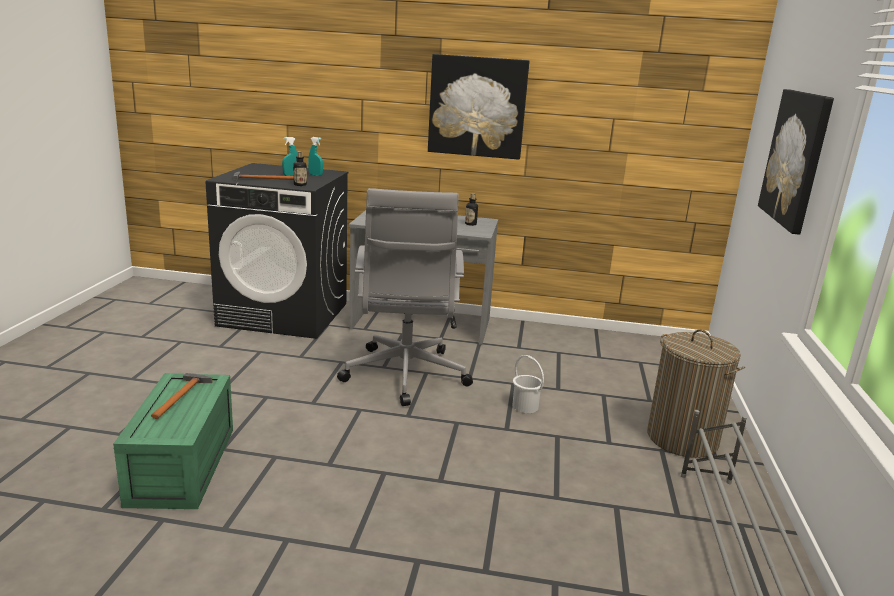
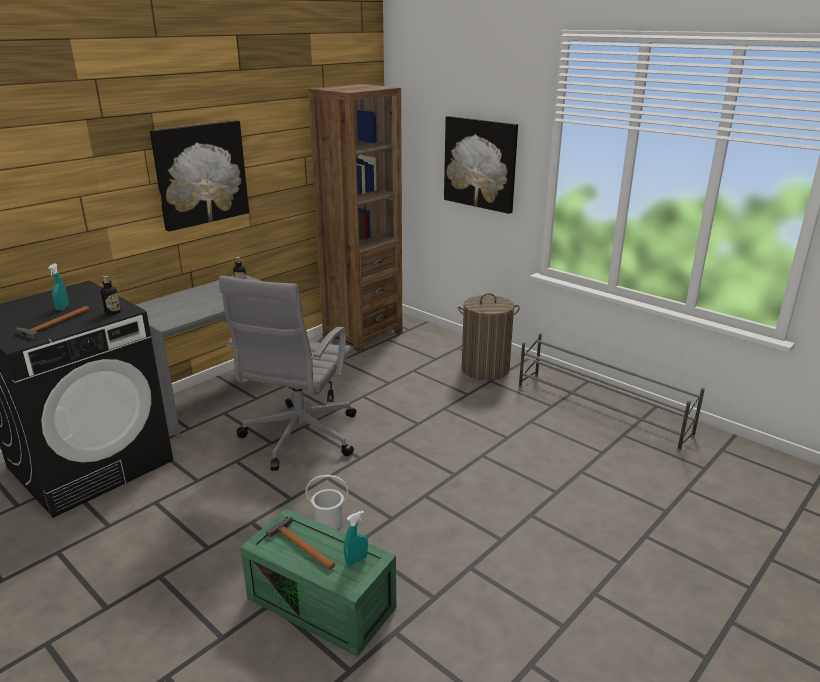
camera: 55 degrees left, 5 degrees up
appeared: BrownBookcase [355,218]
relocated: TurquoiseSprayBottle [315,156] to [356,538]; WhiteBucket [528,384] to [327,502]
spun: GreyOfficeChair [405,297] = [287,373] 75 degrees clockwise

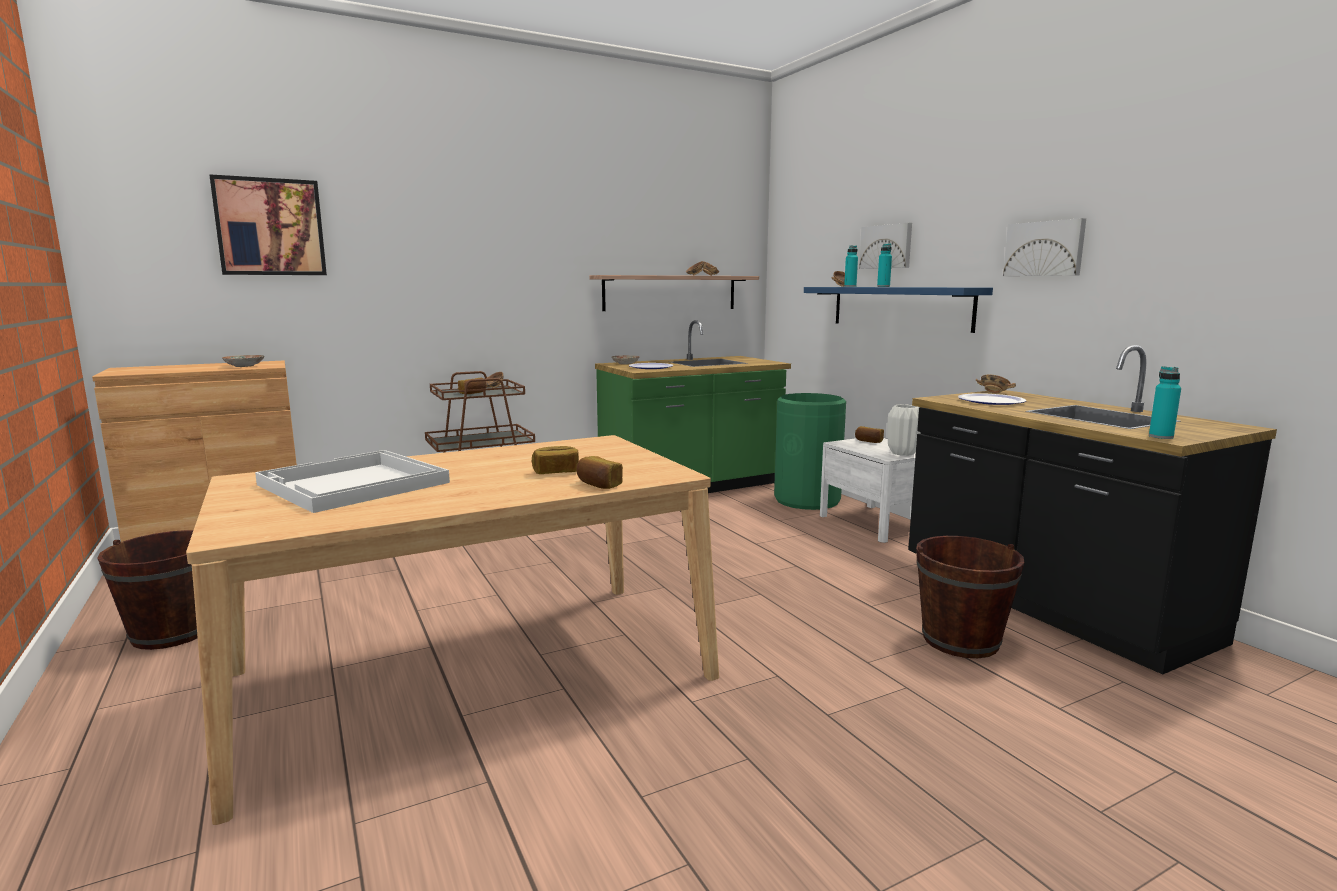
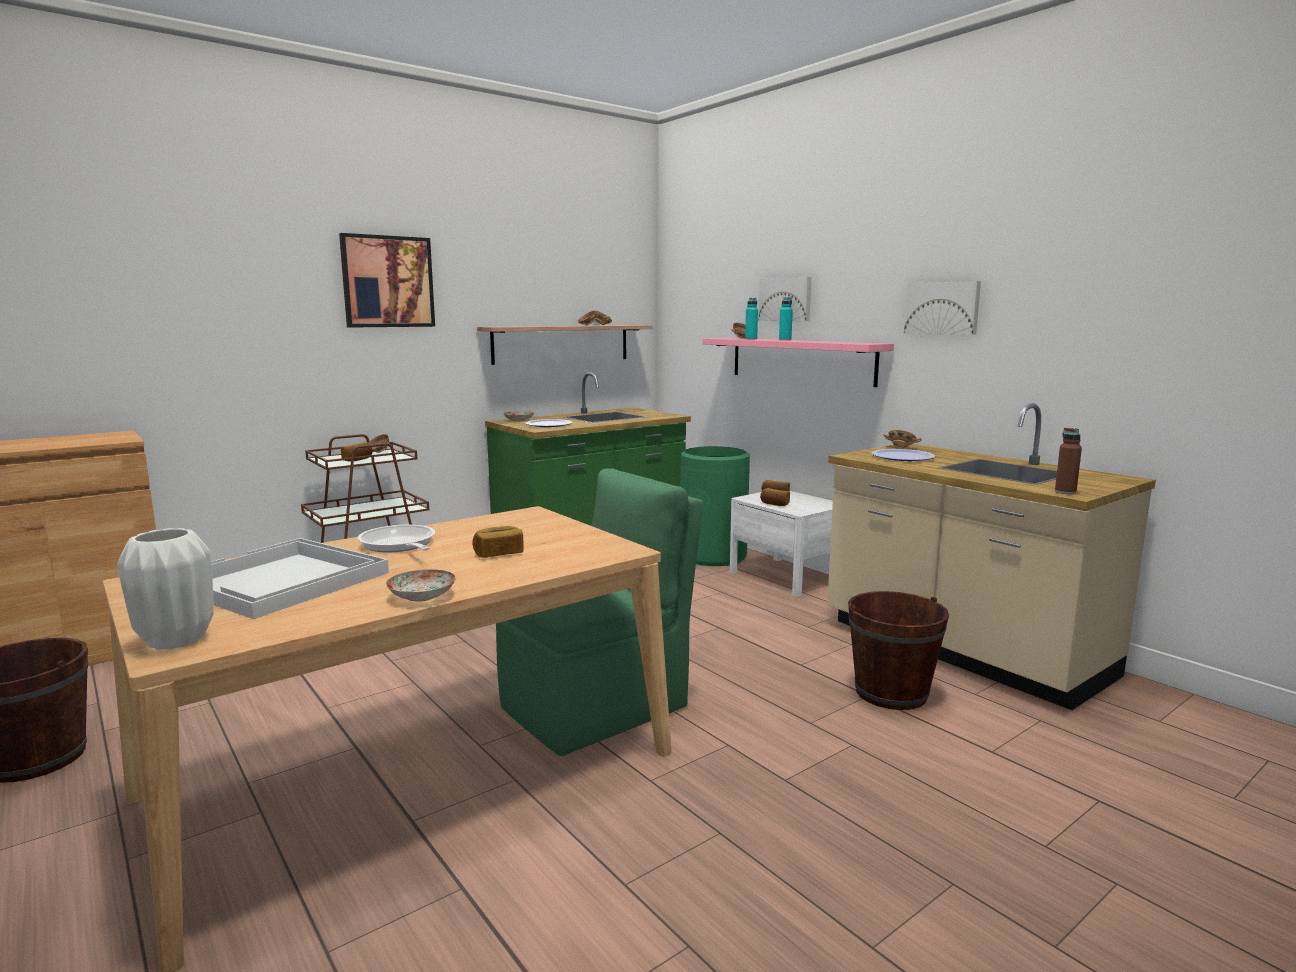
camera: 10 degrees left, 0 degrees up
appeared: GreenChair [599,612]; FryingPan [396,538]
relocated: Picture [268,224] to [387,280]; Plate [243,361] to [421,585]; WhiteVase [904,430] to [165,589]; Bread [599,472] to [775,497]
colour: BlueShelf [898,310] to PinkShelf [798,362]; BlackCounter [1092,509] to BeigeCounter [991,556]; TurquoiseBottle [1165,402] to BrownBottle [1068,461]

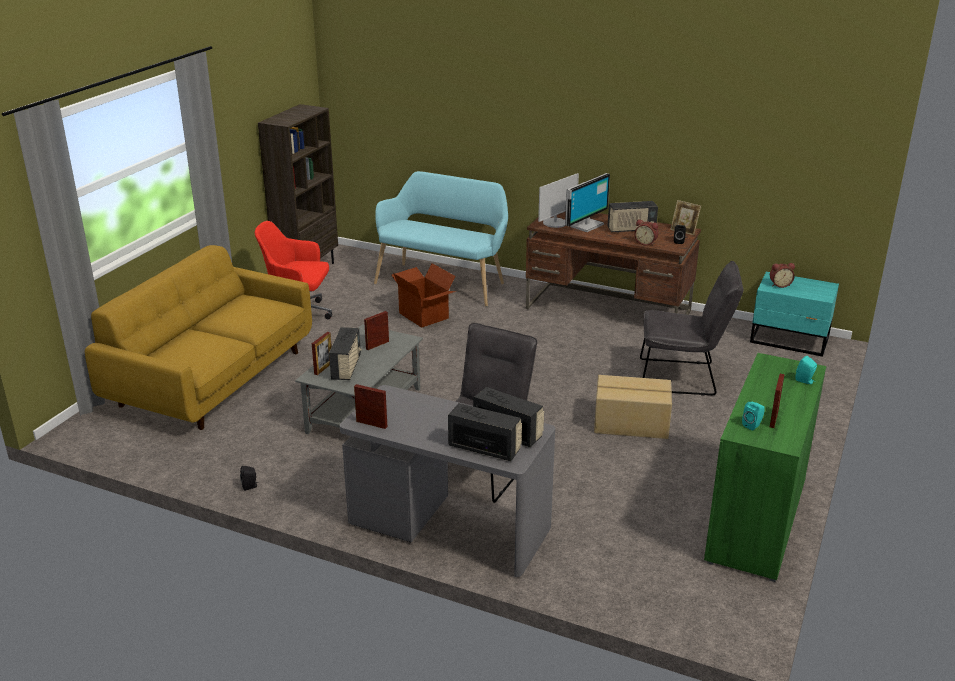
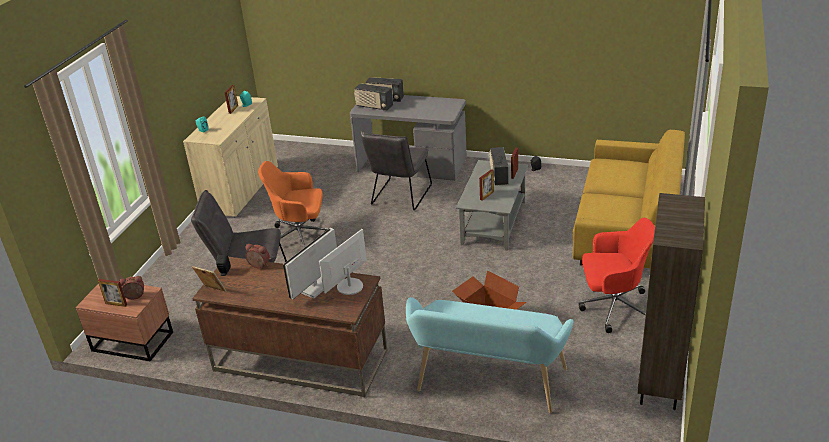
camera: 175 degrees right, 5 degrees up
missing: Radio [632,217]
relocated: PictureFrame [370,406] to [112,293]
exchanged: CardboardBox [633,407] to OrangeOfficeChair [293,204]
colour: TurquoiseNightstand [794,314] to BrownNightstand [124,322]; GreenCabinet [765,467] to BeigeCabinet [230,157]

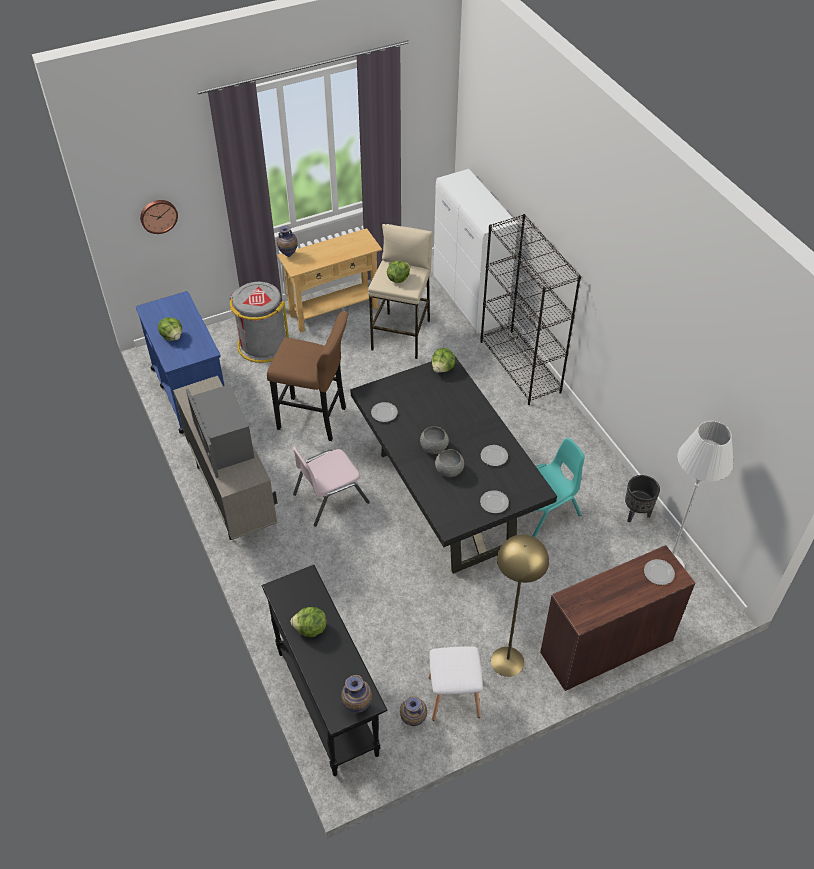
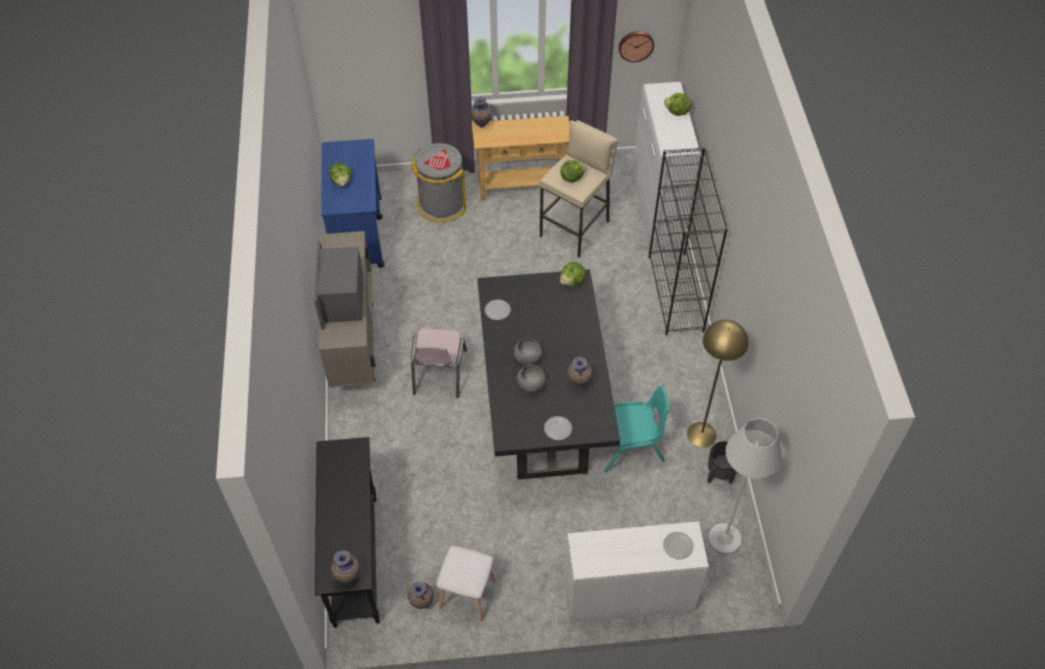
camera: 20 degrees right, 5 degrees up
missing: BrownStool [308,376]
relocated: WallClock [159,217] to [636,46]; YellowFloorLamp [520,605] to [717,384]; Lettuce [308,622] to [677,104]
exchanged: Plate [494,455] to Vase [580,371]
colour: BrownDesk [618,618] to WhiteDesk [636,572]
spun: PinkChair [331,487] = [439,363] 75 degrees counterclockwise

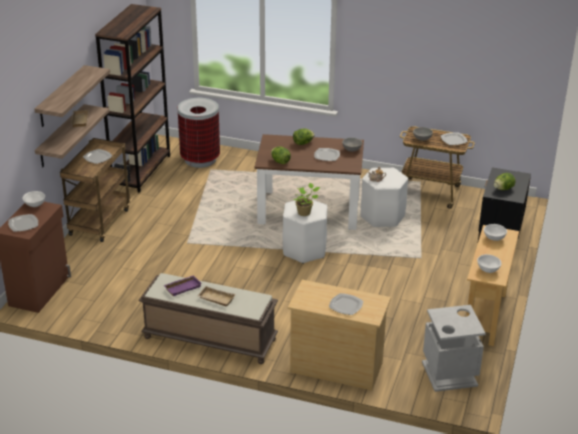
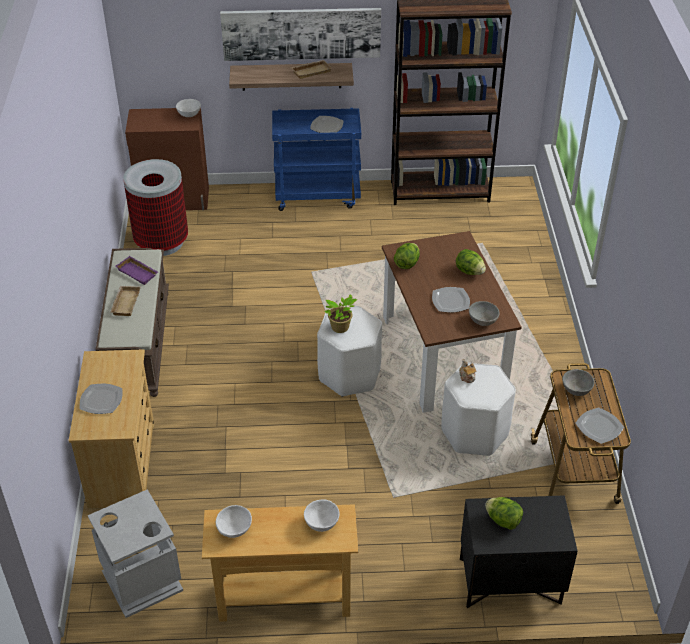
camera: 70 degrees right, 10 degrees up
missing: Plate [23,223]
relocated: TrashCan [199,133] to [155,207]
exchanged: Shelf [72,96] to Picture [300,34]
colour: BrownCart [95,190] to BlueCart [316,159]

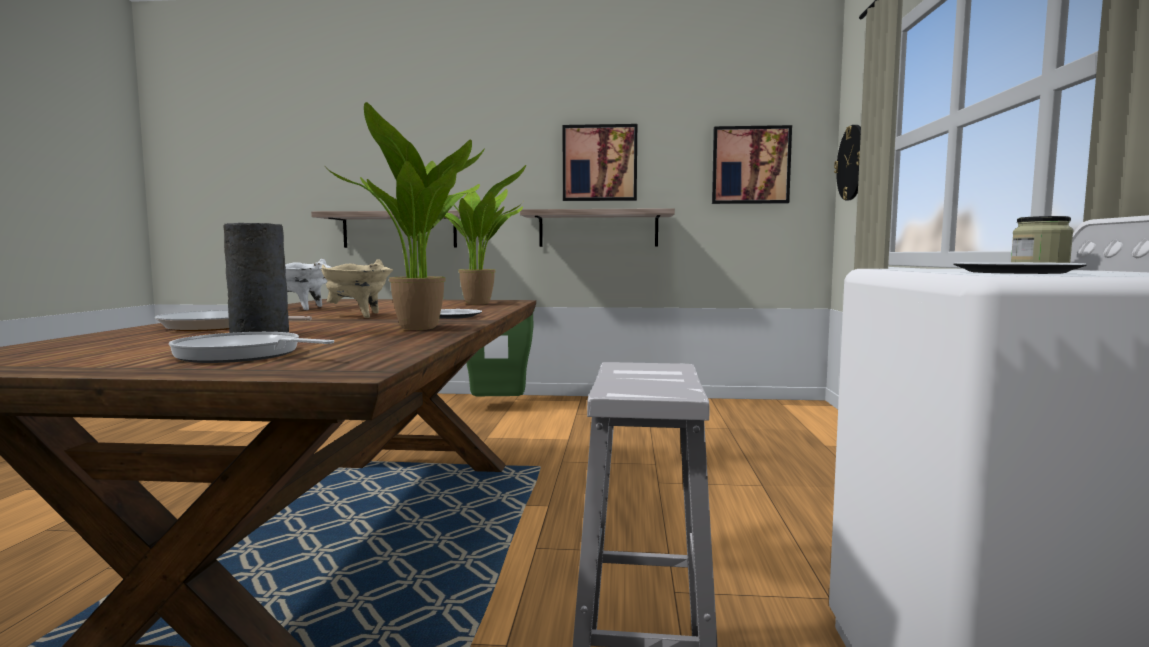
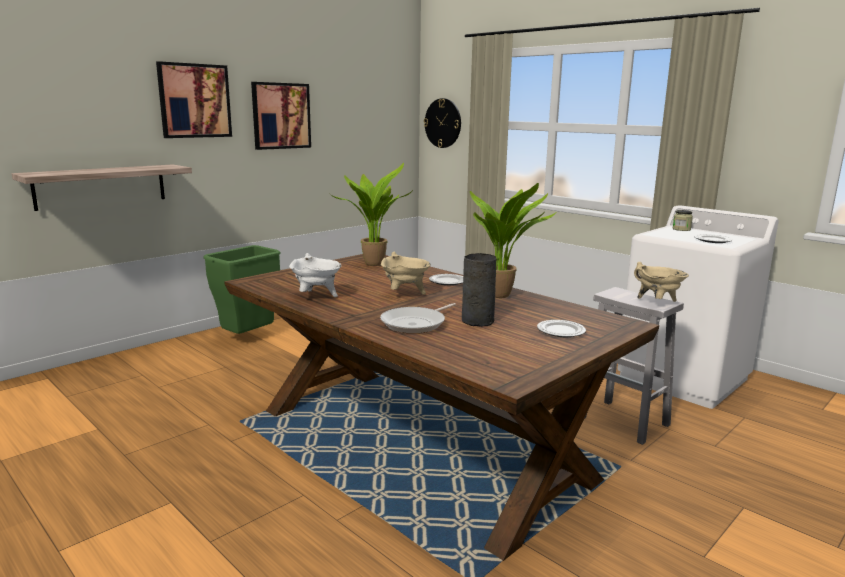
camera: 50 degrees left, 10 degrees up
missing: Shelf [597,227]
appeared: BeigeCookingPot [661,282]
relocated: Picture [752,164] to [194,99]
exchanged: FryingPan [251,347] to Plate [561,328]

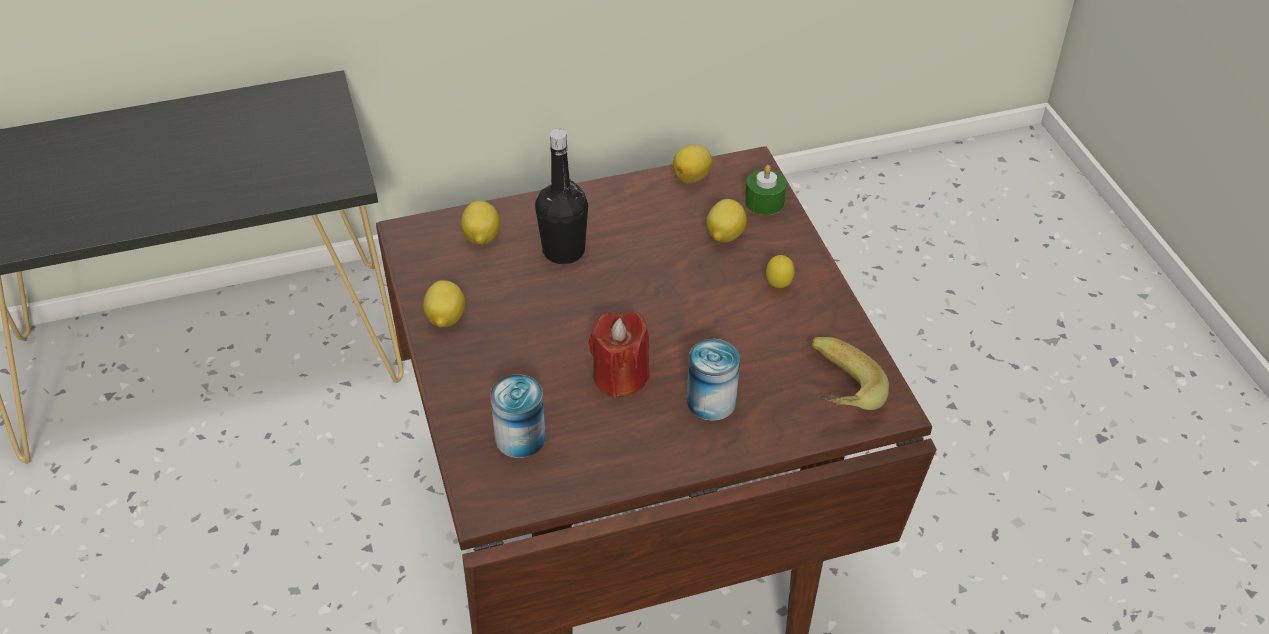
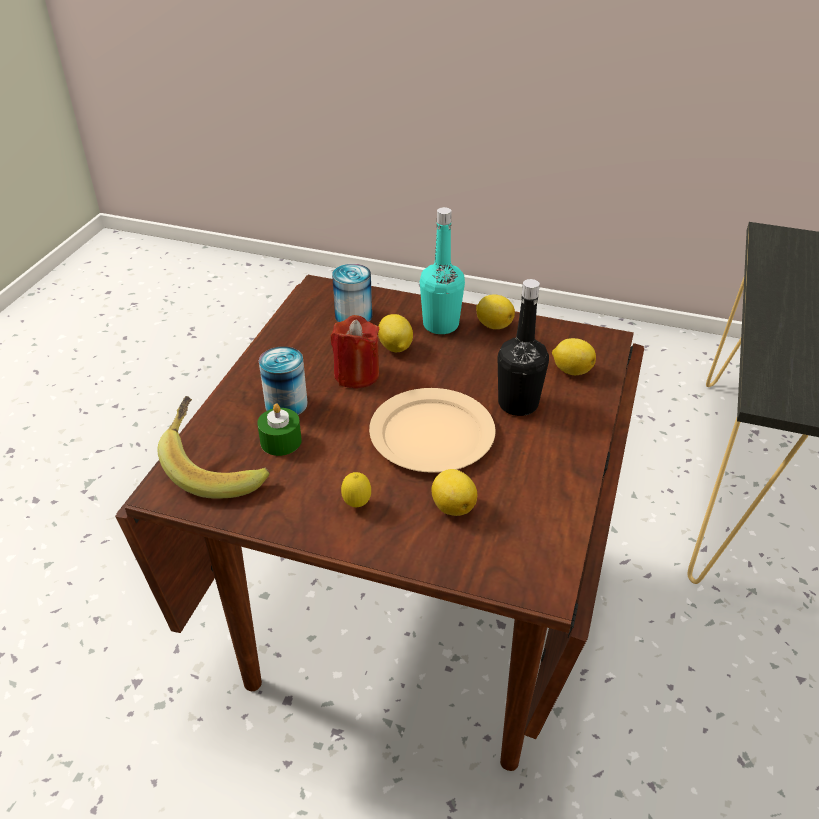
camera: 125 degrees right, 5 degrees down
appeared: TurquoiseBottle [442,270]; BeigePlate [432,430]
relocated: Lemon [692,164] to [395,333]; GreenCandle [765,190] to [279,429]

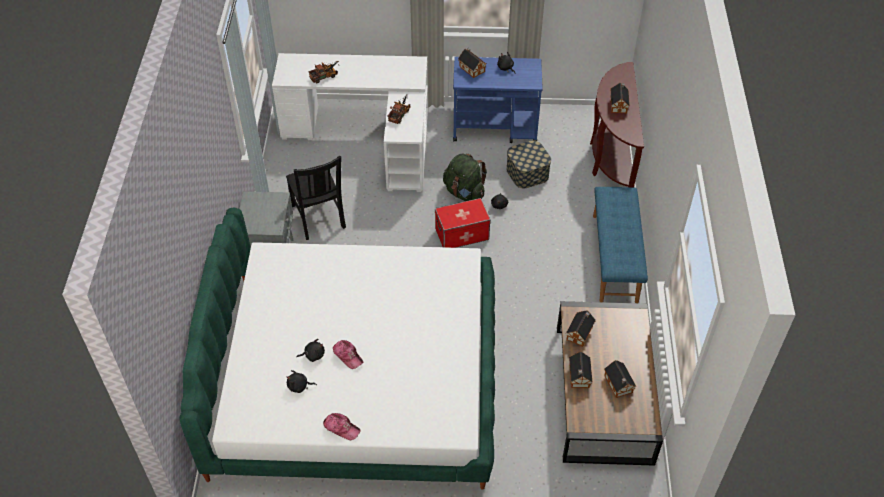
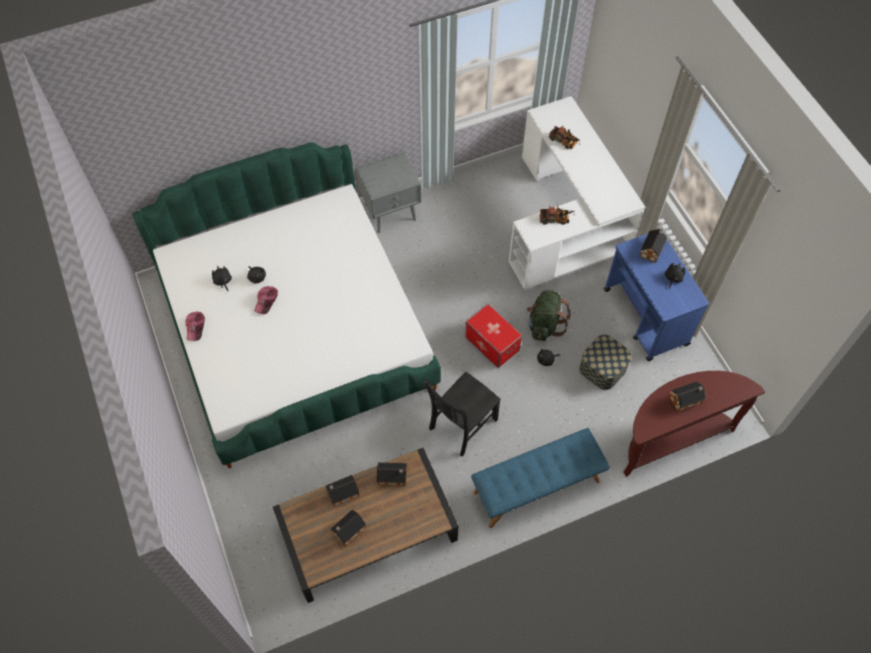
camera: 65 degrees right, 10 degrees up
relocated: BlackChair [316,198] to [462,414]

